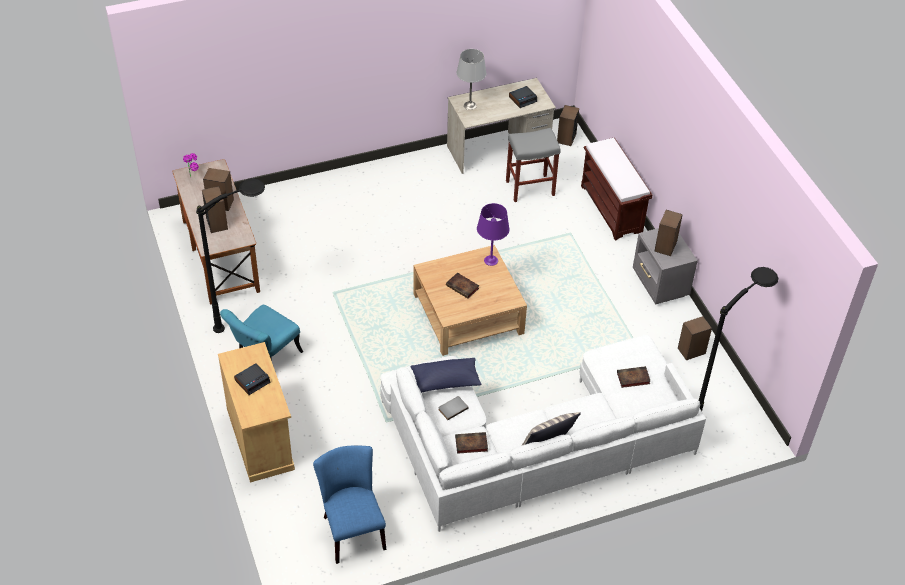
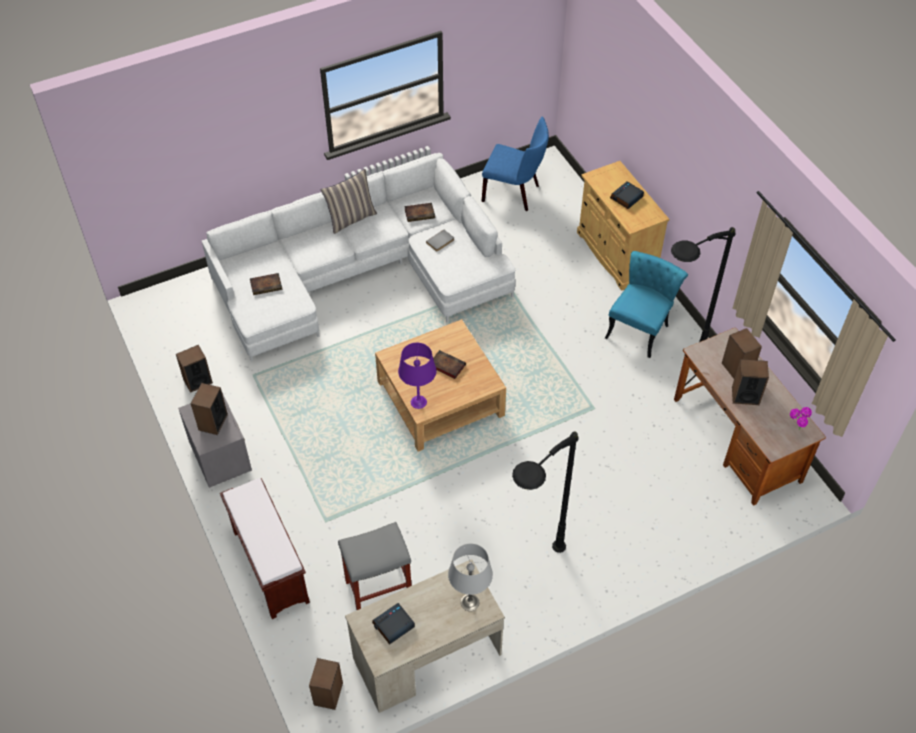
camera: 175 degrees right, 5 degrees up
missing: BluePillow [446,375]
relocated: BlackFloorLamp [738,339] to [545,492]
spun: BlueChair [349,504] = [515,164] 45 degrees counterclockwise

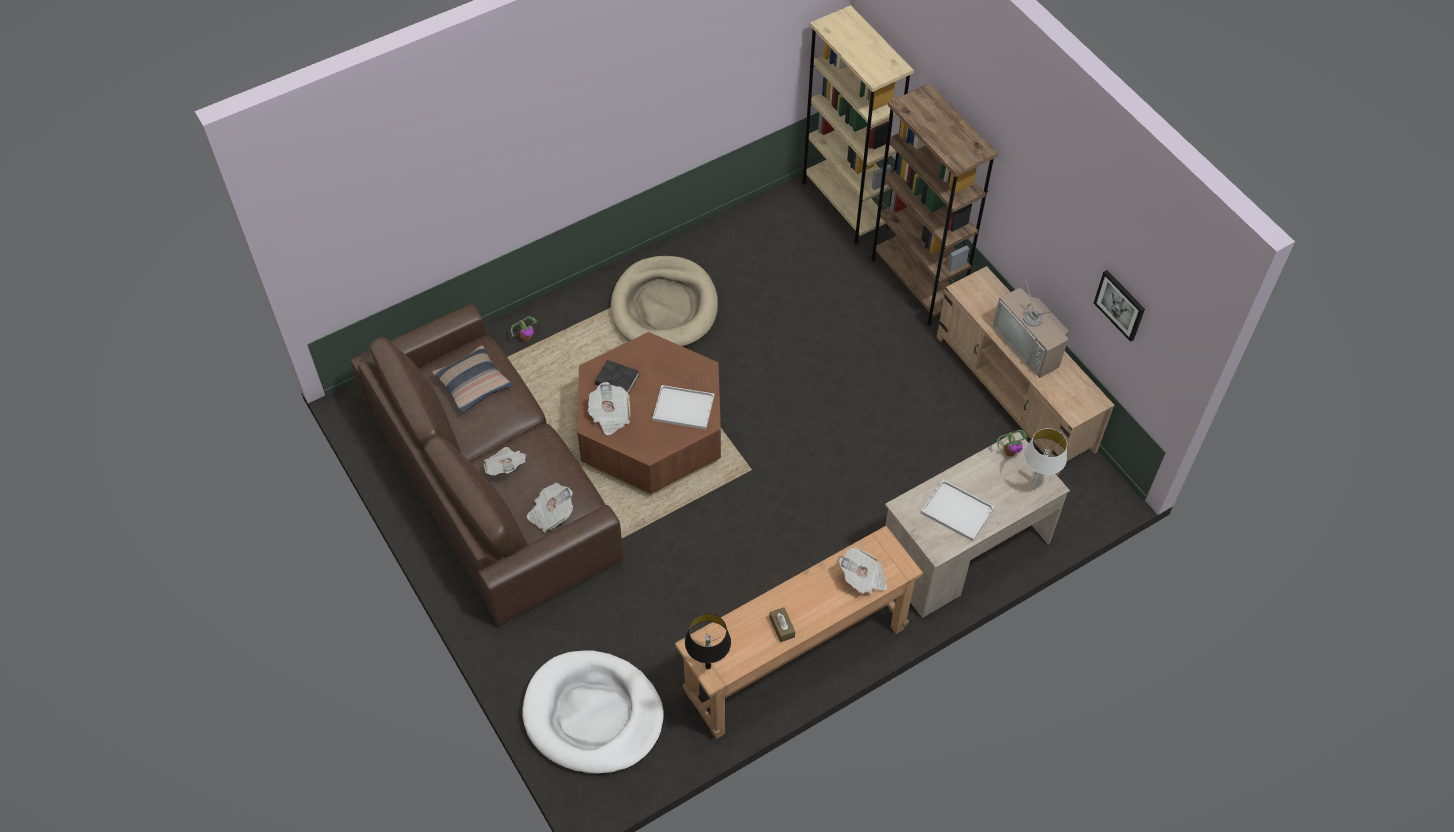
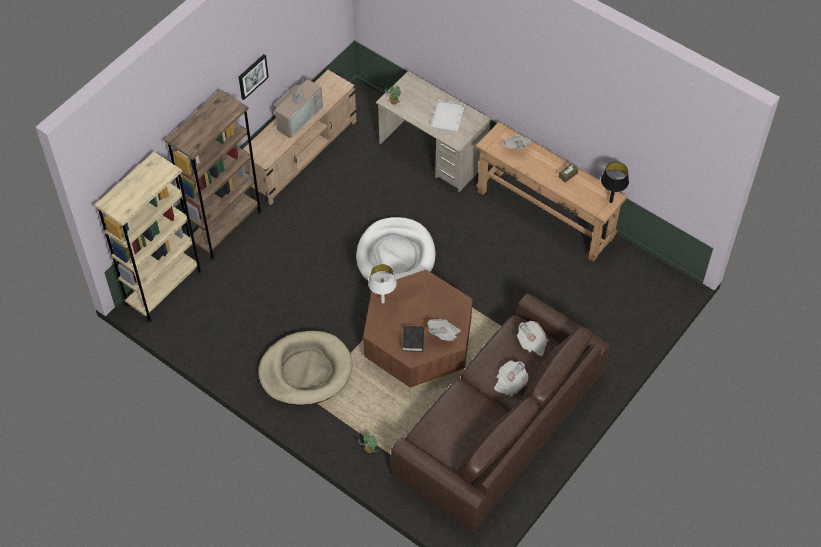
camera: 110 degrees left, 0 degrees up
missing: Pillow [472,379]; WhiteTray [683,407]
relocated: Picture [1119,306] to [254,77]; WhiteTableLamp [1045,457] to [382,283]; WhiteDogBed [593,712] to [396,250]

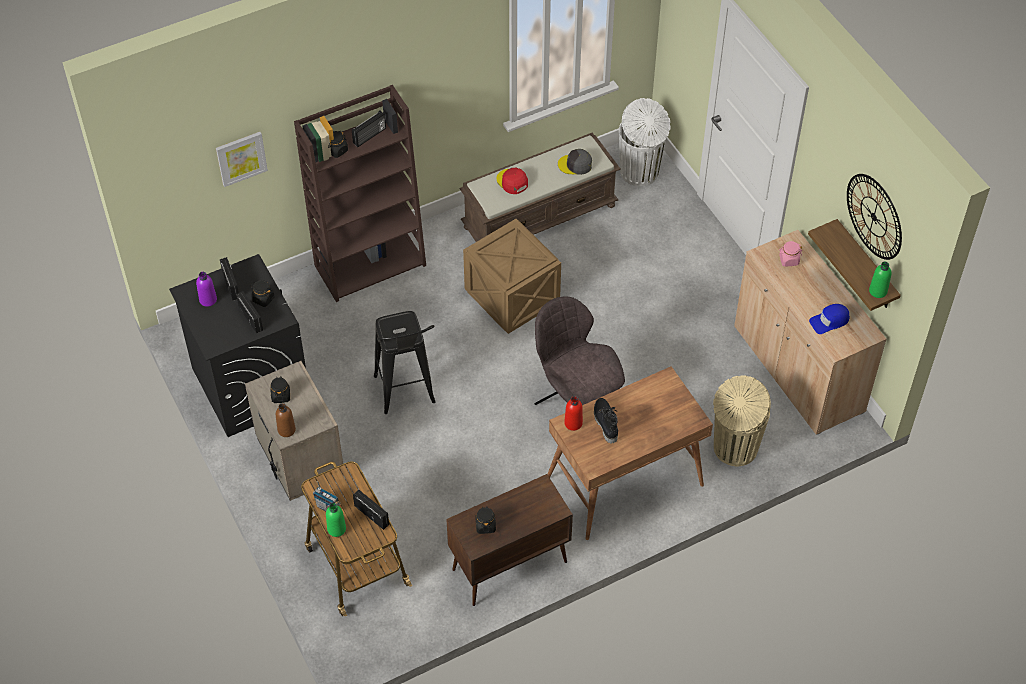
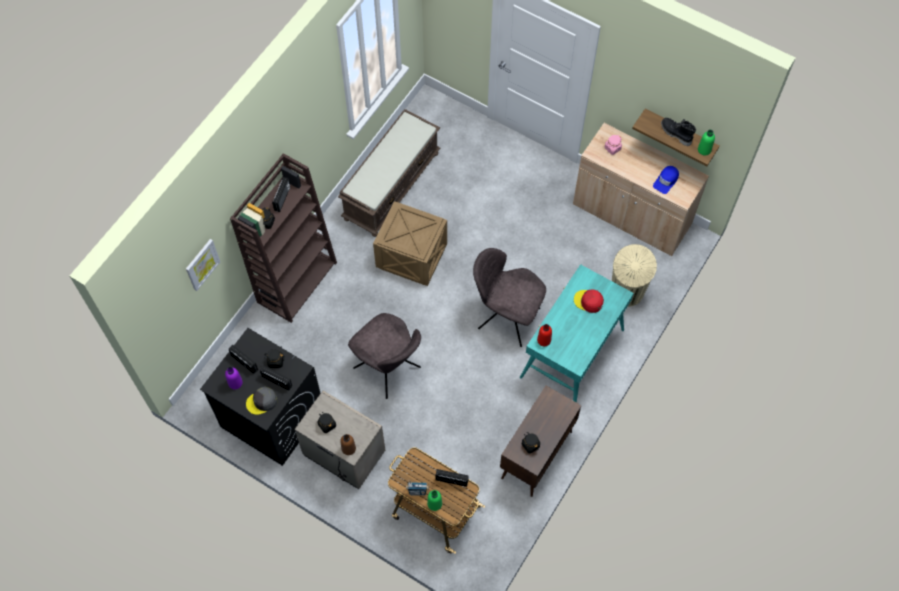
camera: 30 degrees left, 10 degrees up
missing: WhiteTrashCan [645,142]; WallClock [874,217]
relocated: GreyCap [575,162] to [262,401]; RedCap [512,181] to [589,301]; BlackBoot [606,420] to [678,132]
exchanged: BlackStool [404,362] to GreyChair [384,356]
colour: BrownDesk [630,453] to TurquoiseDesk [577,333]

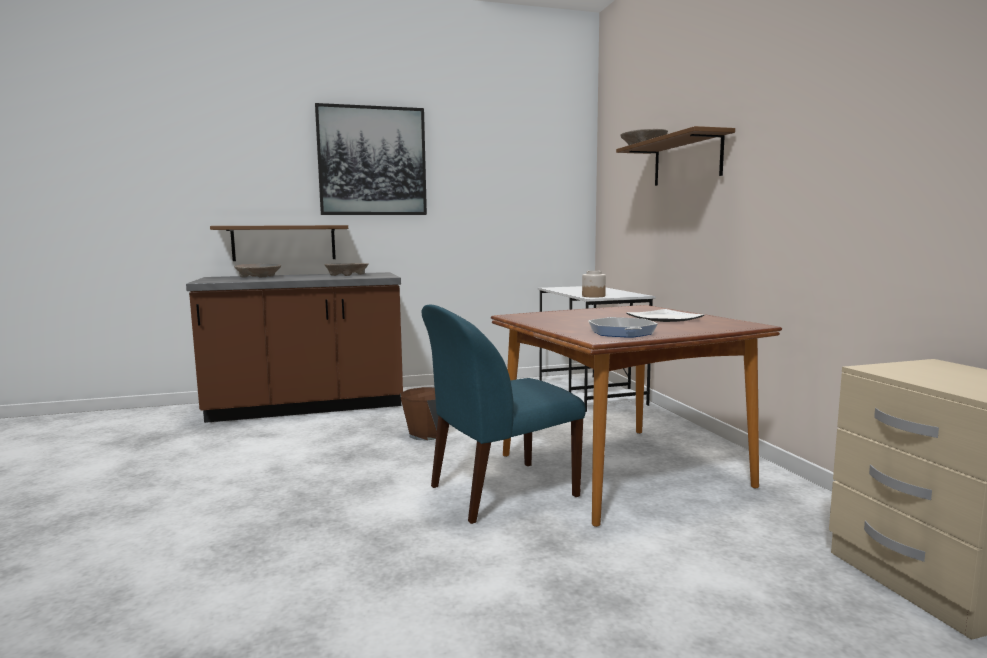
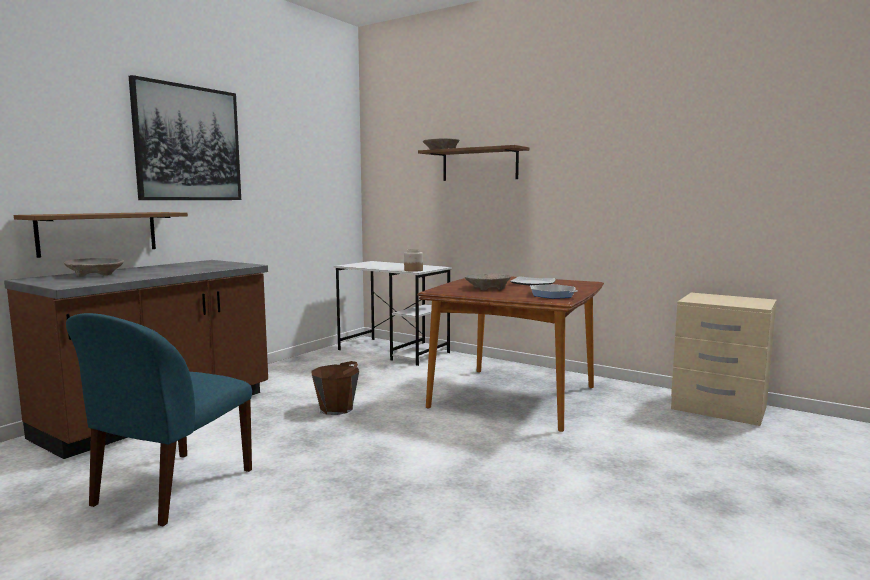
camera: 40 degrees left, 0 degrees up
relocated: BeigeBowl [346,269] to [488,282]; BlueChair [504,414] to [159,419]

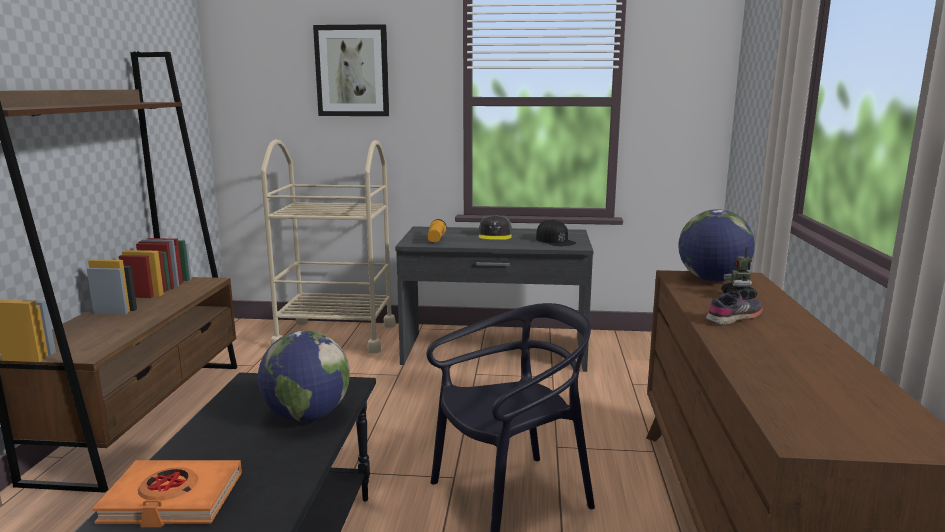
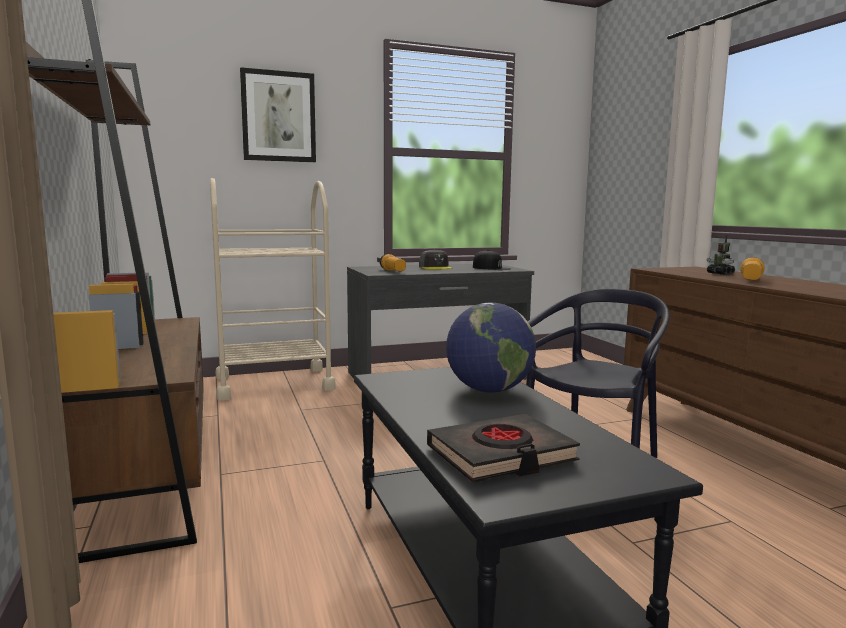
camera: 25 degrees left, 5 degrees down
missing: Globe [716,245]
exchanged: GreyShoe [734,309] to Flashlight [752,268]
colour: OrangeBook [167,493] to BlackBook [503,448]

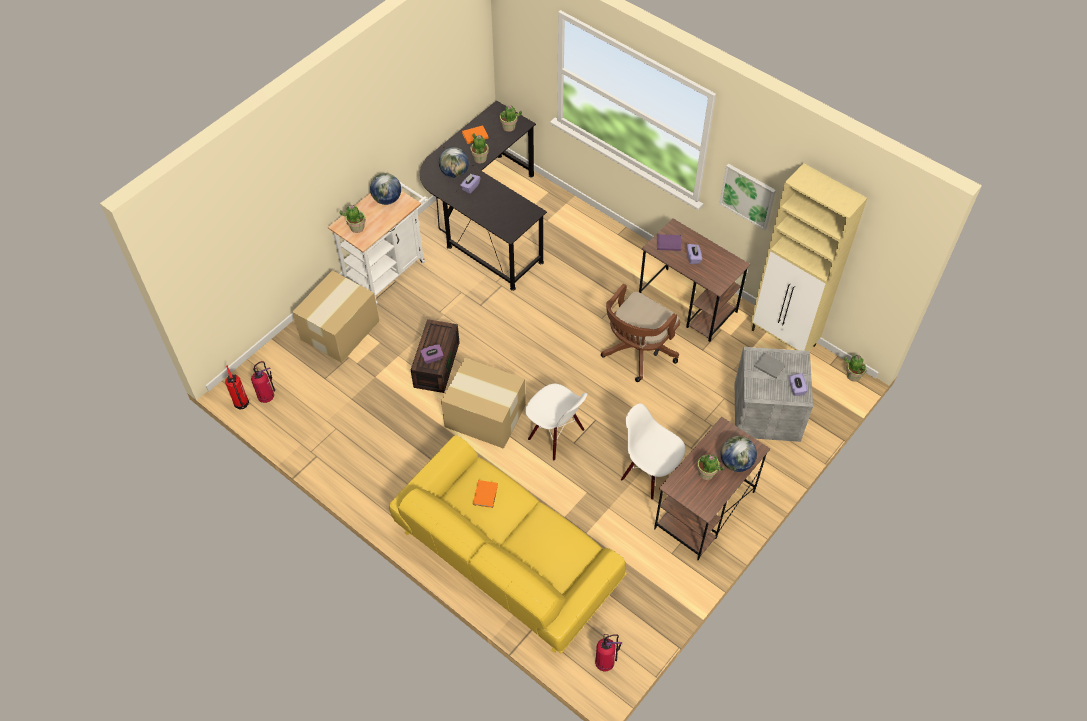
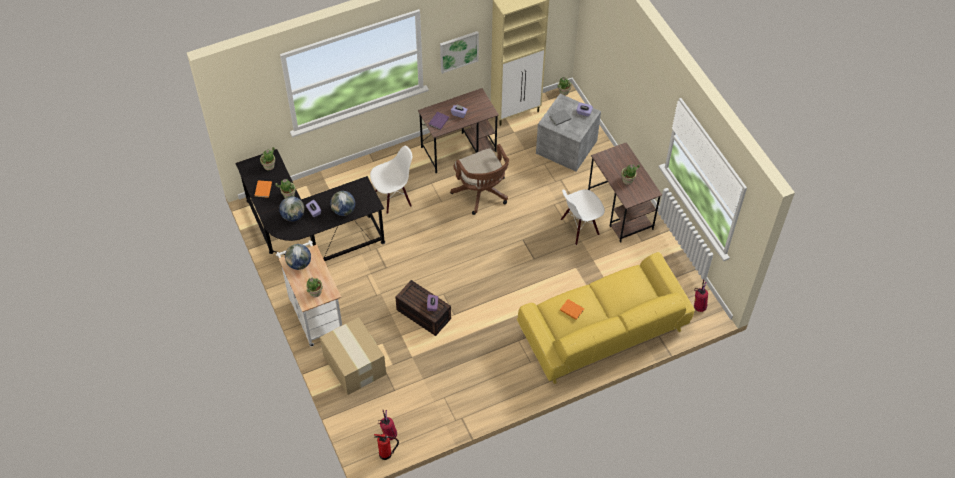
camera: 65 degrees left, 0 degrees up
missing: CardboardBox [483,403]
relocated: WhiteChair [556,422] to [391,180]; Globe [738,454] to [342,203]

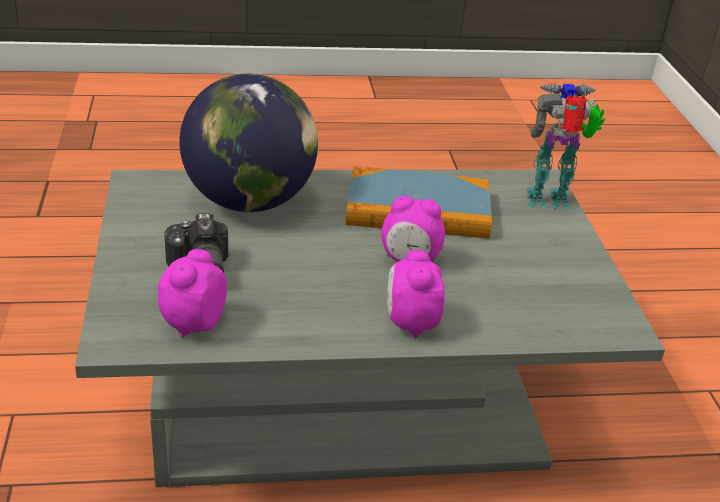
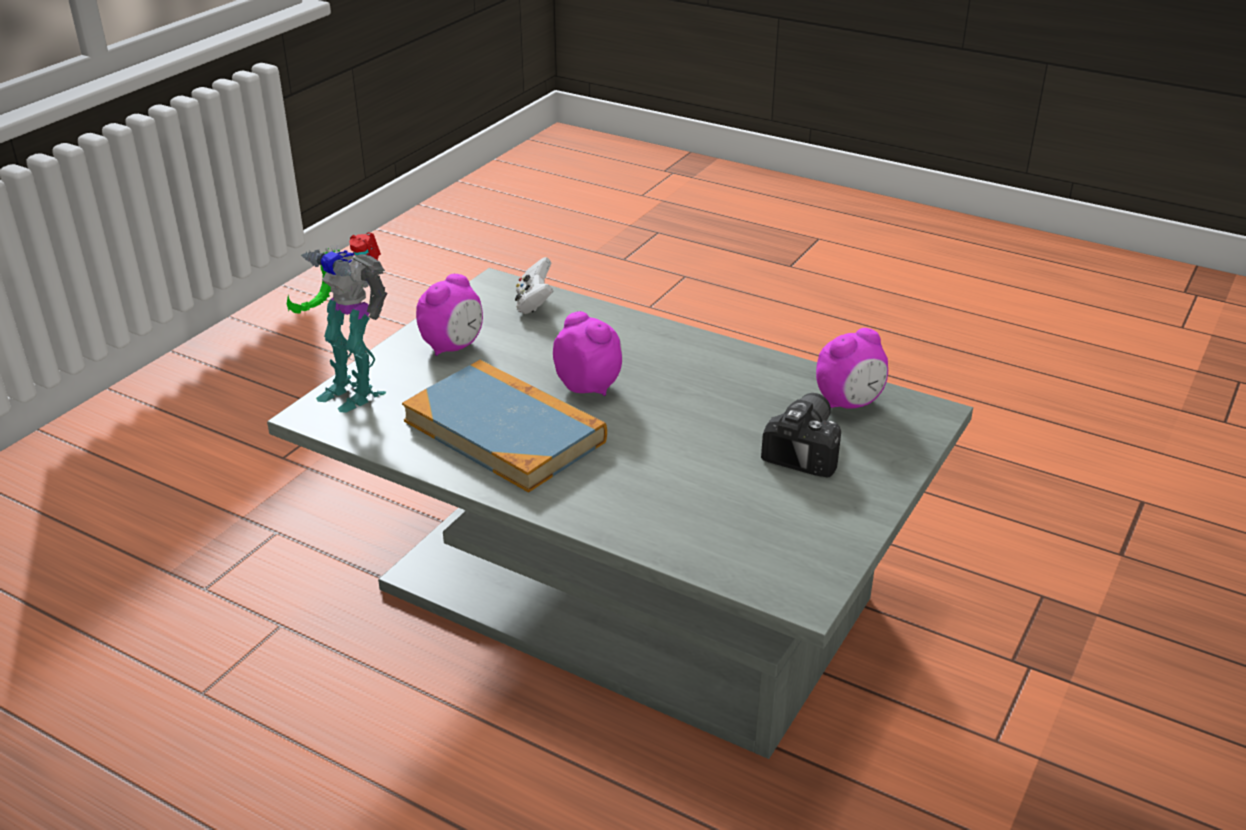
camera: 140 degrees left, 0 degrees up
missing: Globe [248,143]
appeared: WhiteGameController [534,285]
relocated: AlarmClock [416,294] to [449,315]

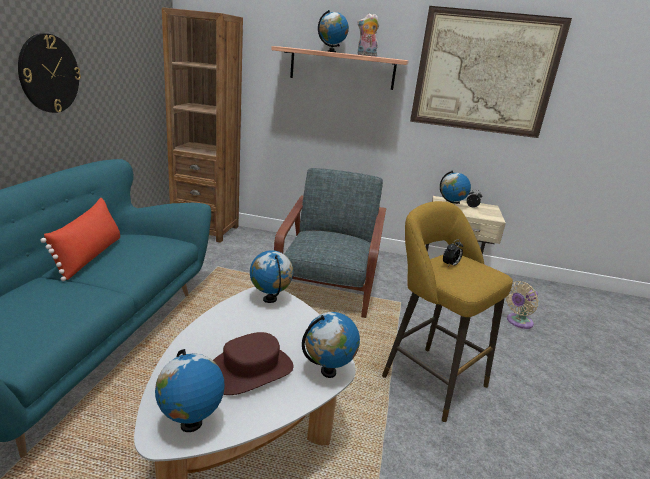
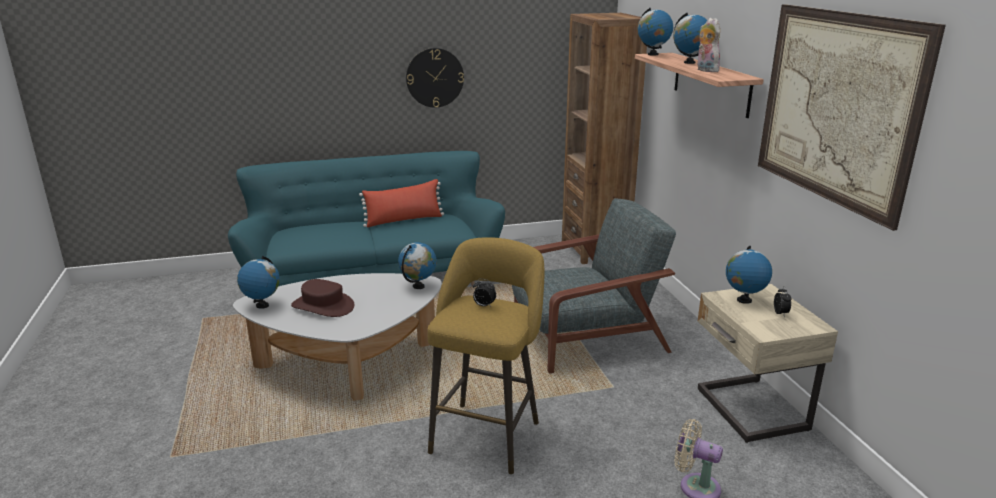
camera: 65 degrees right, 0 degrees up
relocated: Globe [331,345] to [655,32]

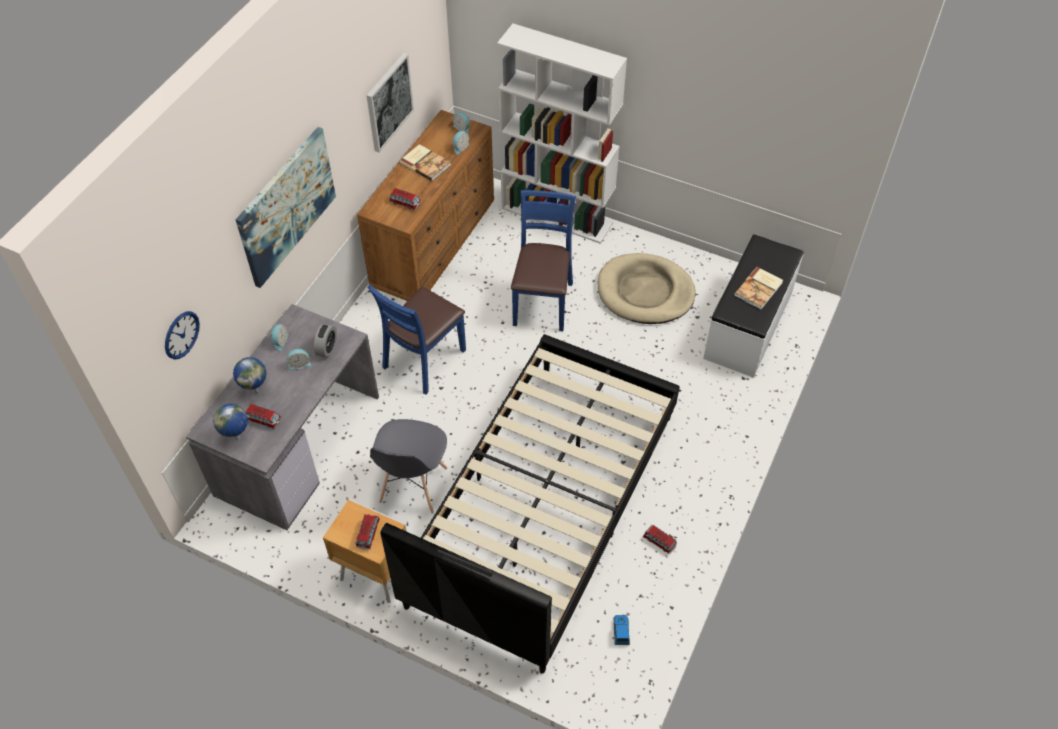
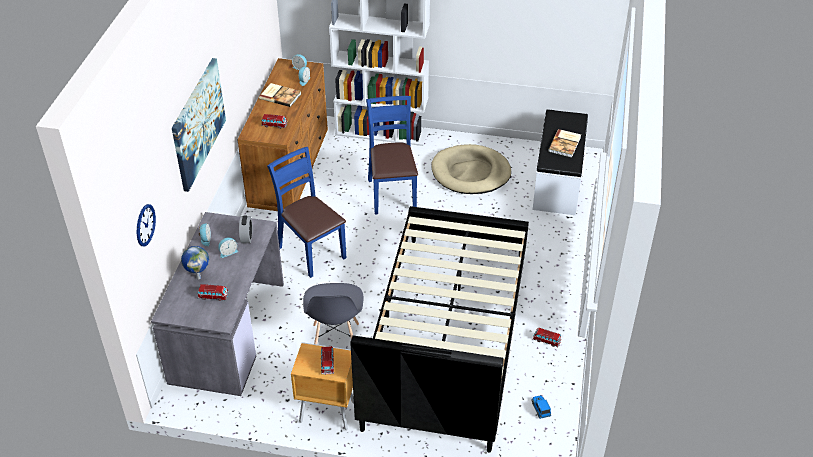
camera: 15 degrees left, 10 degrees down
missing: Picture [390,102]; Globe [230,422]
spun: BlueChair [417,339] = [306,212] 120 degrees clockwise

